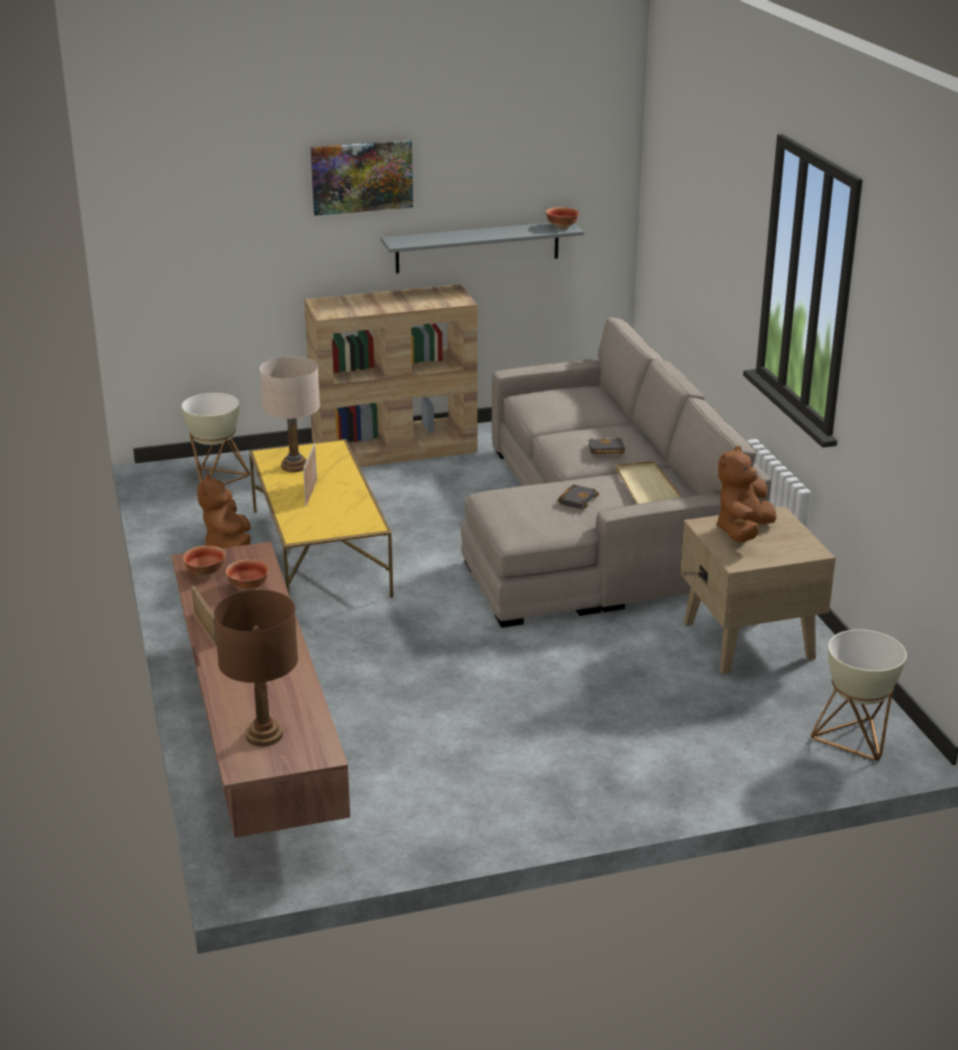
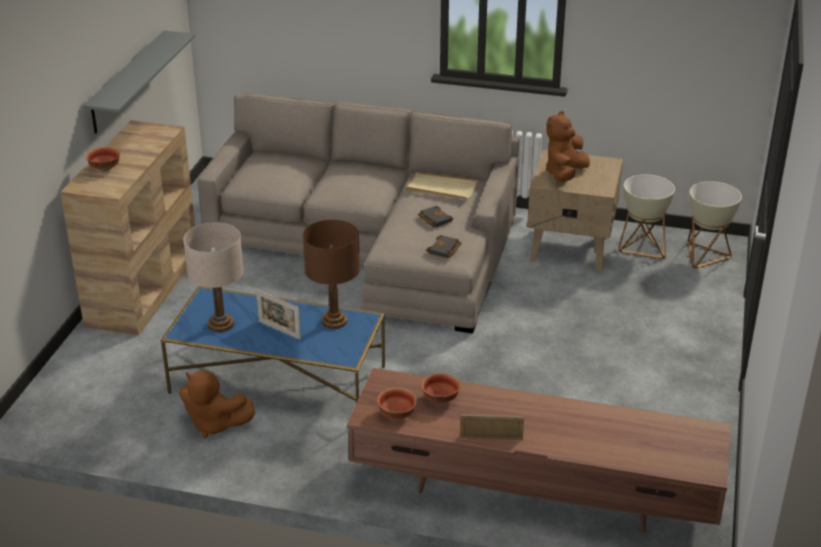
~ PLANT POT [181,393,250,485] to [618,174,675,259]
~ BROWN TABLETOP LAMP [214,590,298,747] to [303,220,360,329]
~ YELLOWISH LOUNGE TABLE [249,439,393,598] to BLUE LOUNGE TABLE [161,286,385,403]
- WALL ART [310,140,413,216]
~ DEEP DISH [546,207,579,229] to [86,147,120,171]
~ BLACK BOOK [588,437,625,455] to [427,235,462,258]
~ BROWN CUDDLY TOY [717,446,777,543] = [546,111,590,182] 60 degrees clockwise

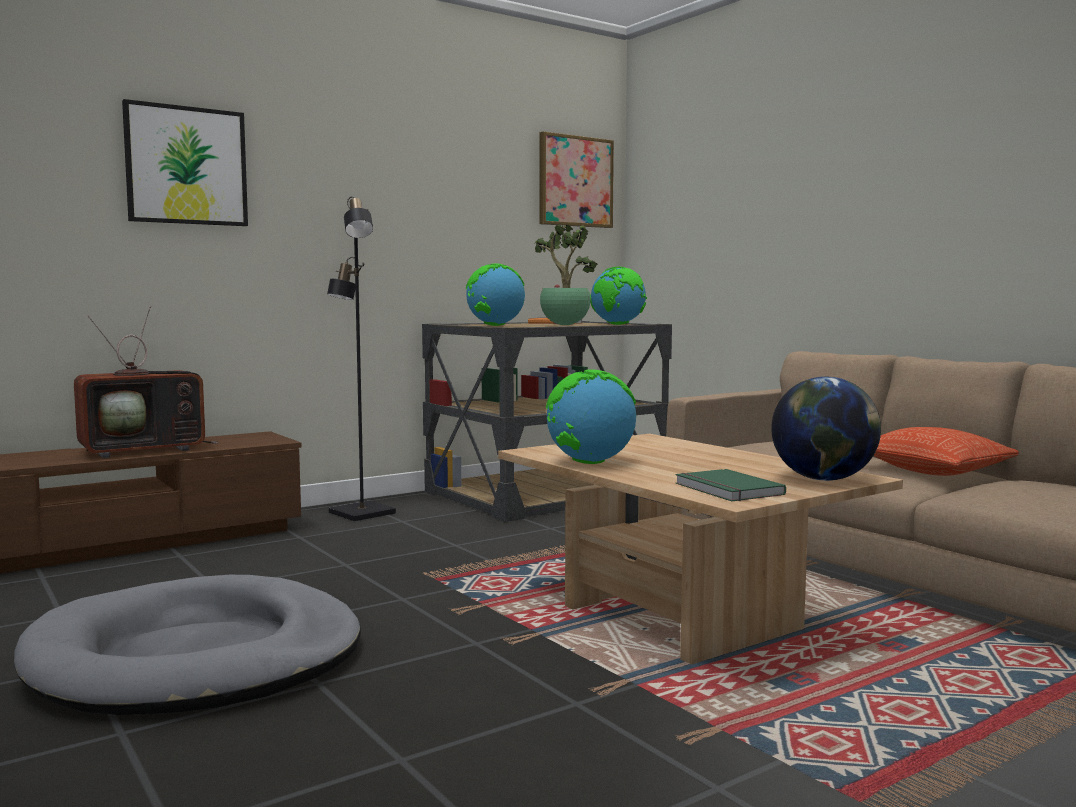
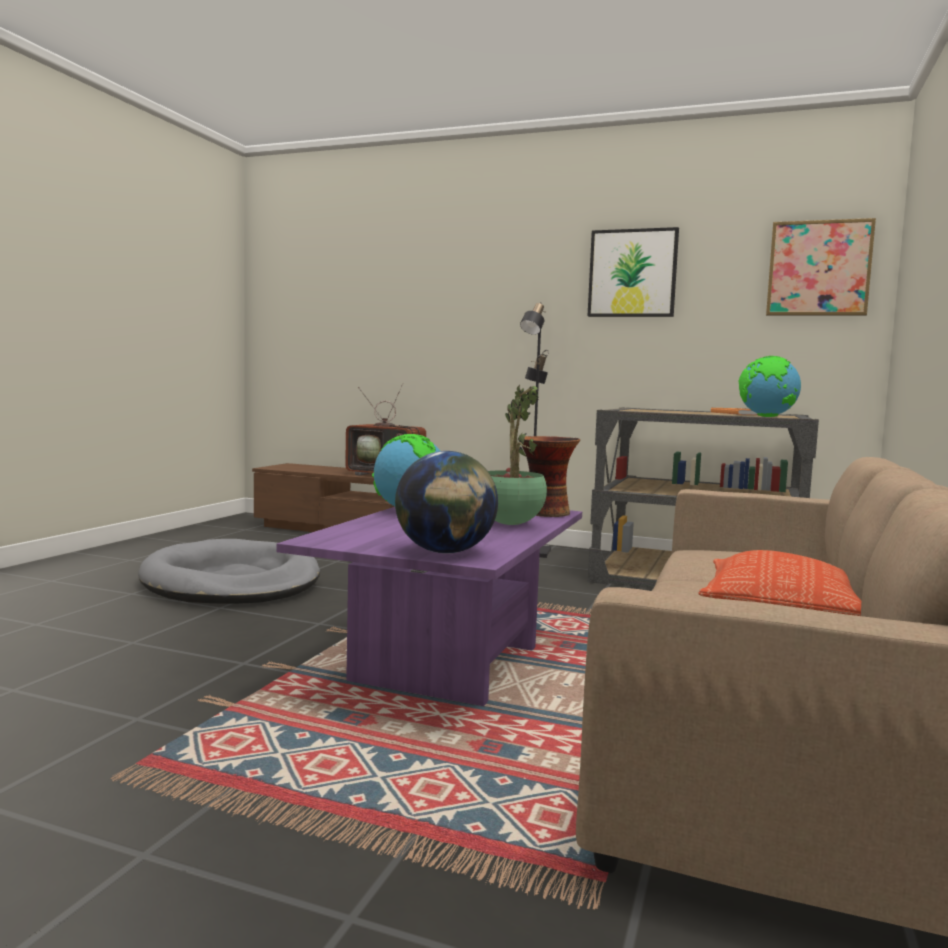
~ WALL ART [122,99,248,226] to [588,227,679,317]
- WORLD GLOBE [466,263,525,326]
~ SAND-COLOURED LOUNGE TABLE [498,434,903,664] to PURPLE LOUNGE TABLE [277,507,582,706]
~ POTTED PLANT [535,223,597,325] to [488,385,547,525]
- GREEN-COLOURED BOOK [675,469,786,501]
+ VASE [518,436,580,517]

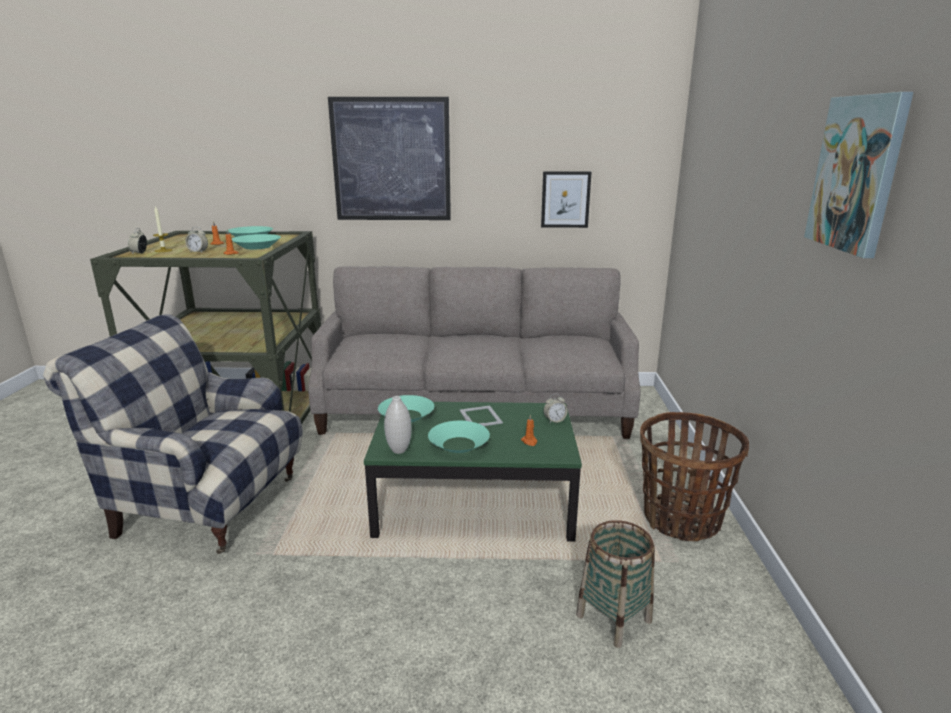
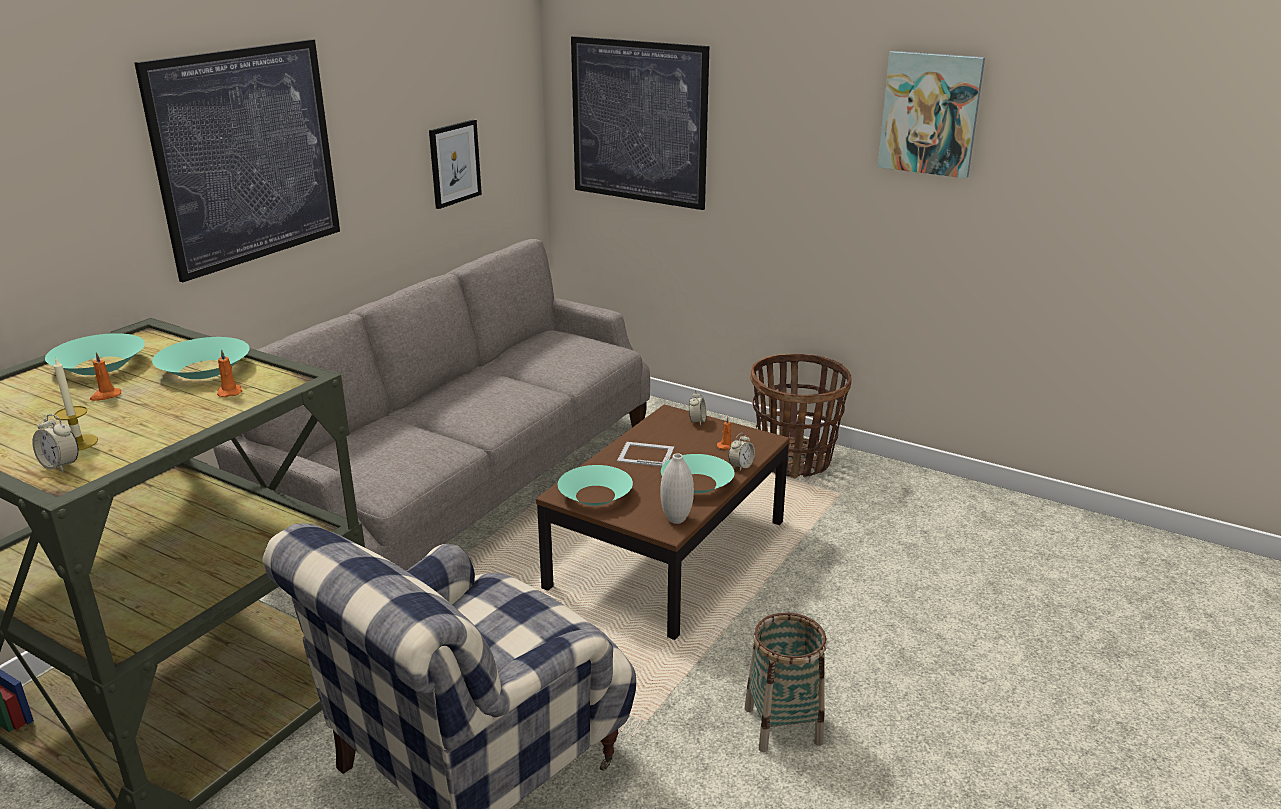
~ ALARM CLOCK [185,227,208,252] to [728,433,755,470]
~ GREEN-COLOURED LOUNGE TABLE [364,402,582,542] to BROWN LOUNGE TABLE [536,404,790,640]
~ STORAGE BASKET [576,520,655,648] to [745,613,827,752]
+ WALL ART [571,36,709,210]

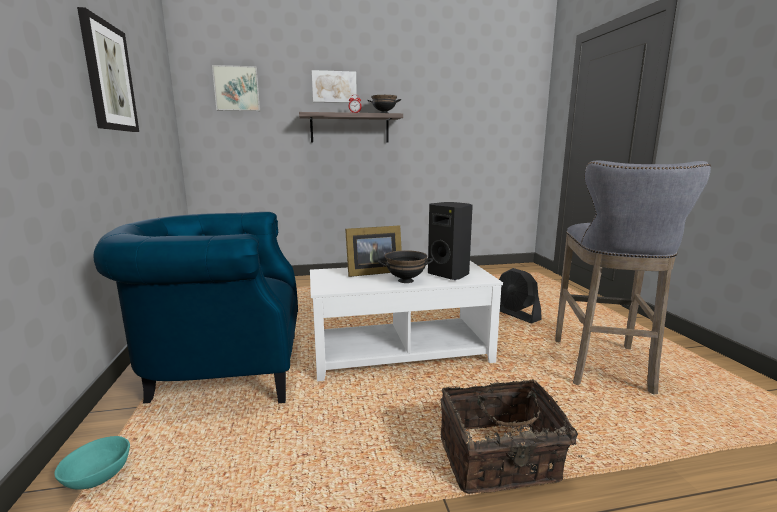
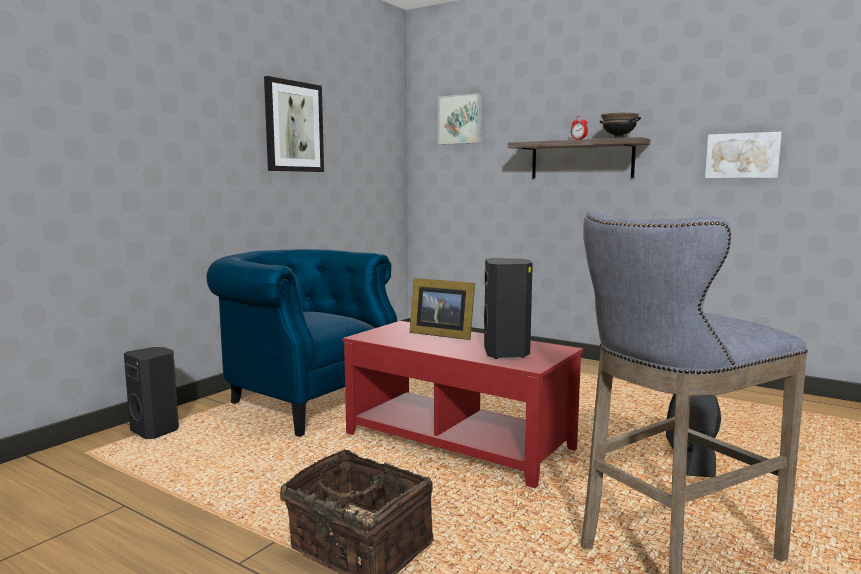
~ TURQUOISE DEEP DISH [54,436,130,490] to BLACK SPEAKER [124,347,179,439]
~ WHITE LOUNGE TABLE [310,261,503,381] to RED-COLOURED LOUNGE TABLE [343,321,583,488]
~ WALL ART [312,70,357,103] to [705,132,782,178]
- BLACK DEEP DISH [378,250,433,283]

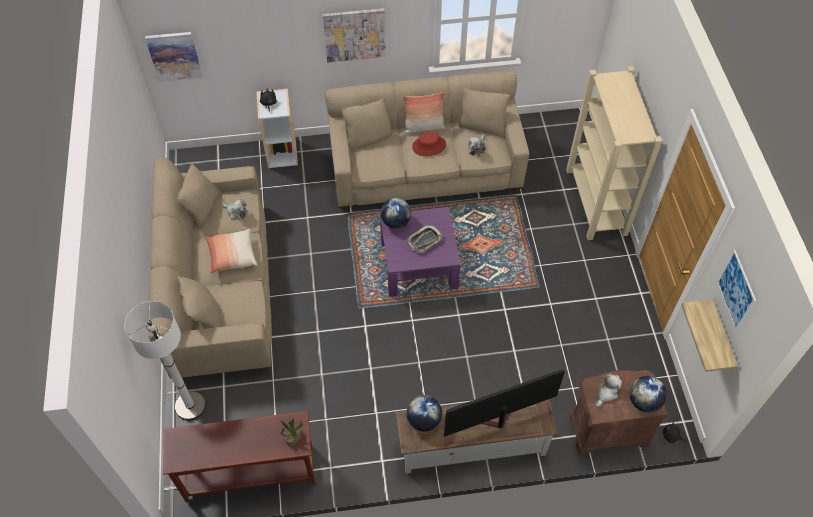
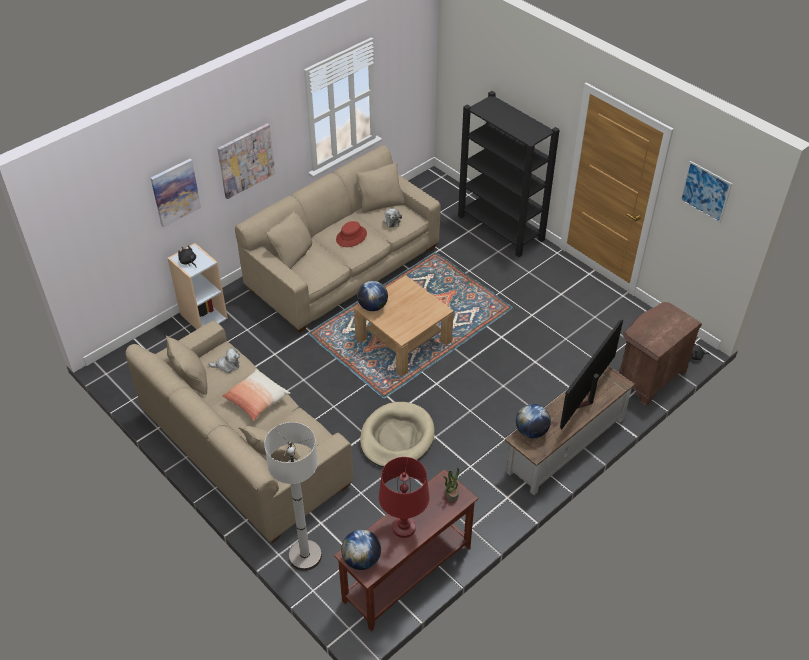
~ WALL ART [145,32,203,82] to [151,159,201,228]
~ PURPLE LOUNGE TABLE [380,207,461,297] to BROWN LOUNGE TABLE [354,275,454,376]
- CUSHION [403,92,445,134]
- SERVING TRAY [406,224,443,253]
~ SAND-COLOURED BOOKSHELF [566,66,662,240] to BLACK BOOKSHELF [458,91,560,257]
- CUDDLY TOY [596,373,622,407]
~ WORLD GLOBE [629,376,667,412] to [341,529,381,570]
- SHELF [681,299,738,372]
+ SAND-COLOURED DOG BED [360,402,435,468]
+ RED-COLOURED TABLETOP LAMP [379,457,430,538]

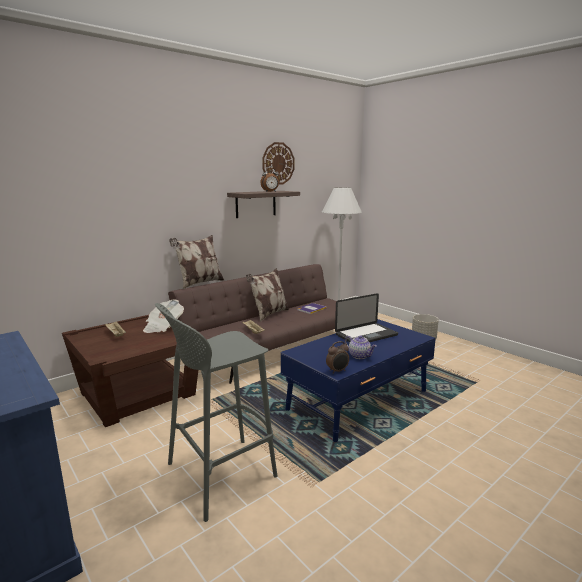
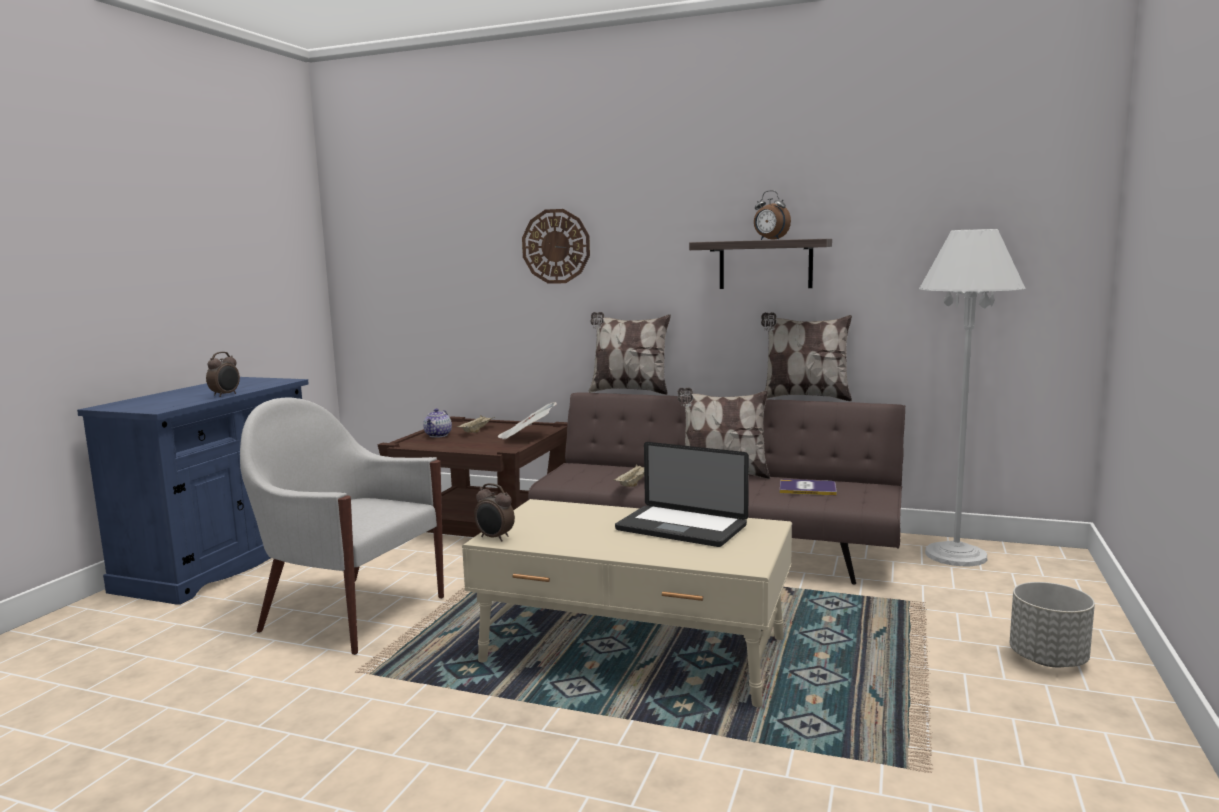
~ GRAY SITTING STOOL [155,303,278,522] to WHITE EASY CHAIR [240,398,444,655]
~ HANGING CLOCK [262,142,295,184] to [522,209,590,284]
~ BLUE LOUNGE TABLE [280,319,436,442] to SAND-COLOURED LOUNGE TABLE [462,499,792,707]
~ TEA POT [344,336,377,359] to [423,408,452,438]
+ ALARM CLOCK [206,352,240,397]
+ CUSHION [761,312,852,401]

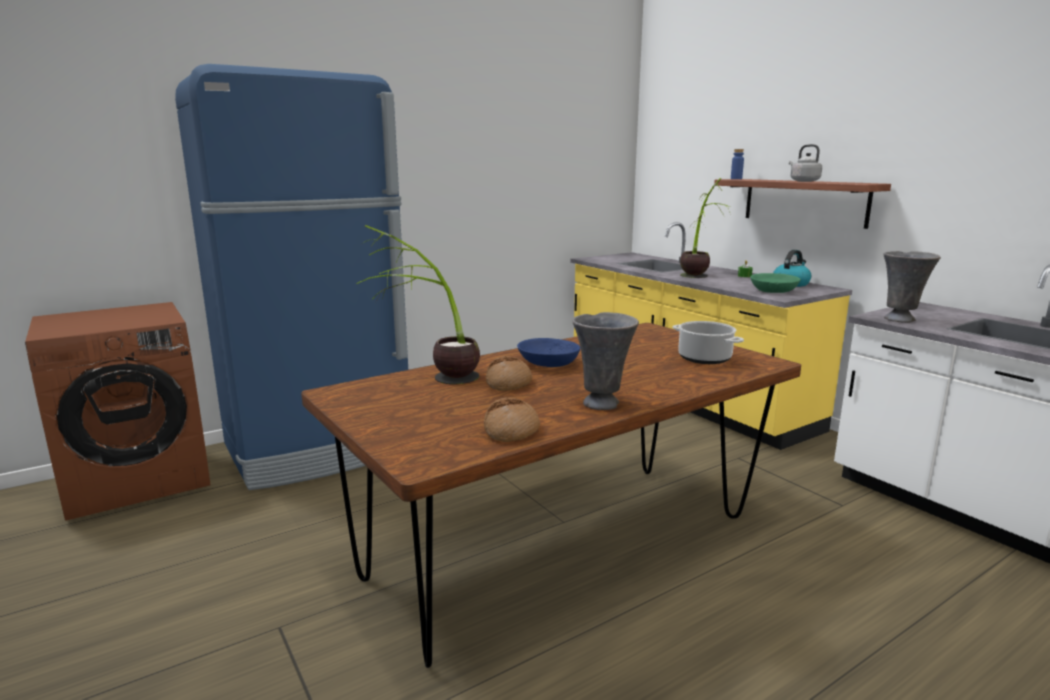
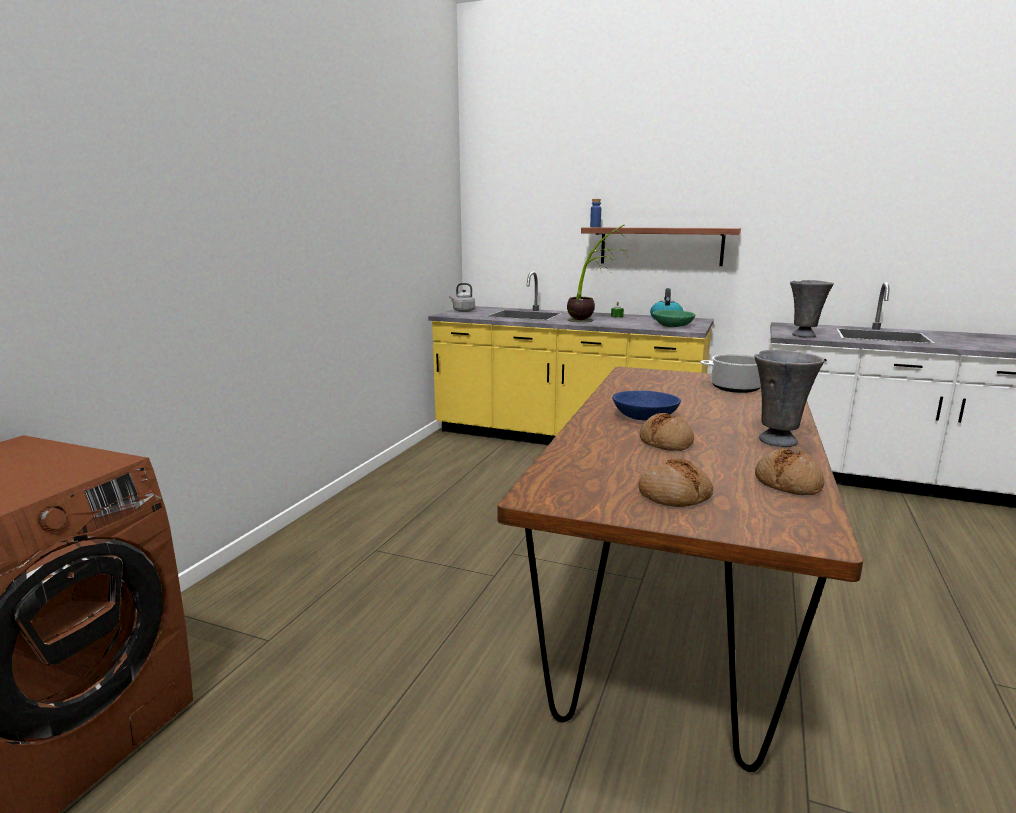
- BLUE REFRIGERATOR [175,64,408,490]
- POTTED PLANT [356,225,480,384]
~ GRAY KETTLE [789,144,822,182] to [449,283,475,312]
+ BREAD [638,458,713,507]

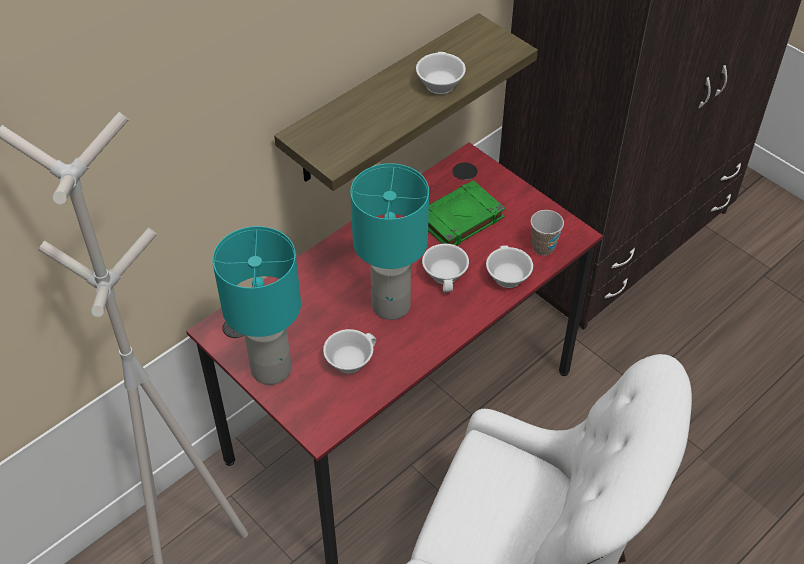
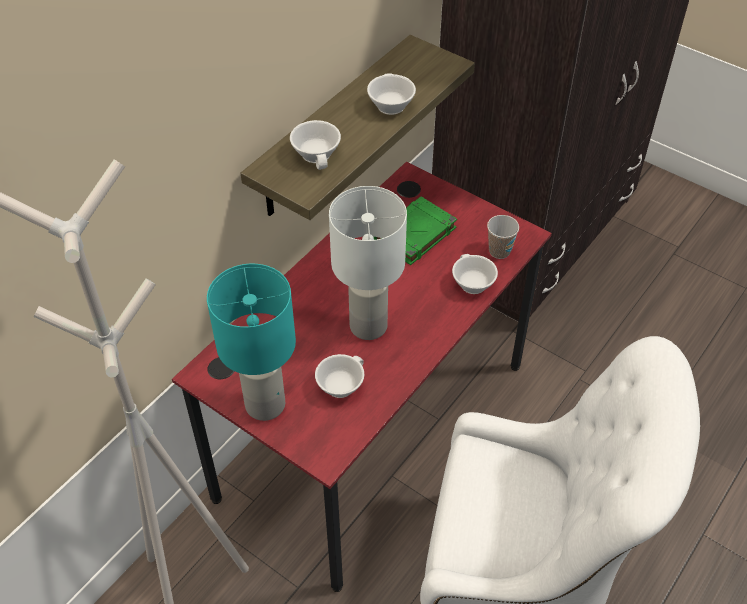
~ TURQUOISE TABLETOP LAMP [350,163,429,320] to WHITE TABLETOP LAMP [329,186,407,340]
~ WHITE SMALL CUP [422,244,469,293] to [290,120,341,170]

